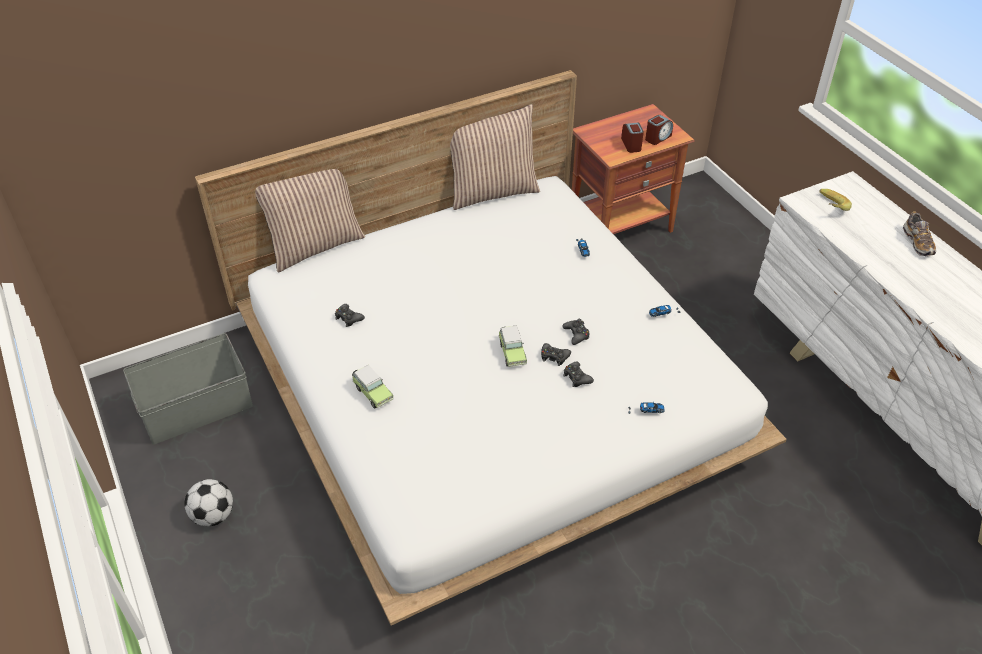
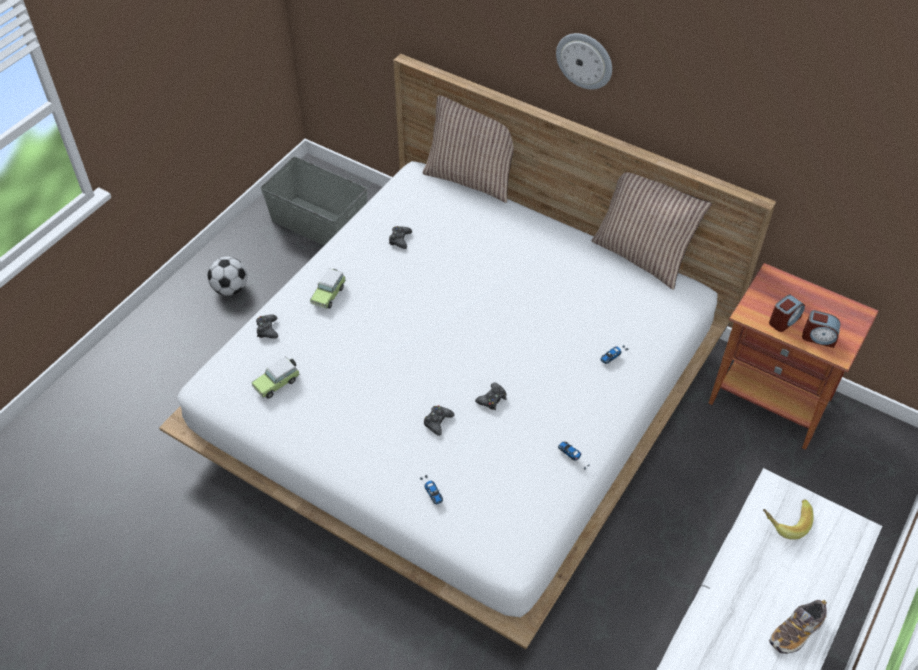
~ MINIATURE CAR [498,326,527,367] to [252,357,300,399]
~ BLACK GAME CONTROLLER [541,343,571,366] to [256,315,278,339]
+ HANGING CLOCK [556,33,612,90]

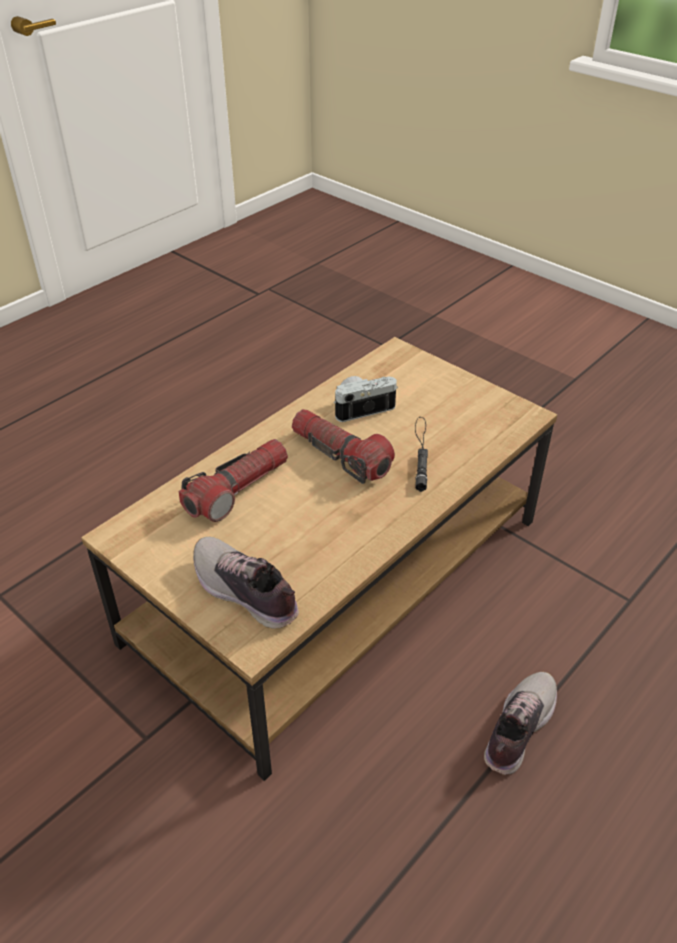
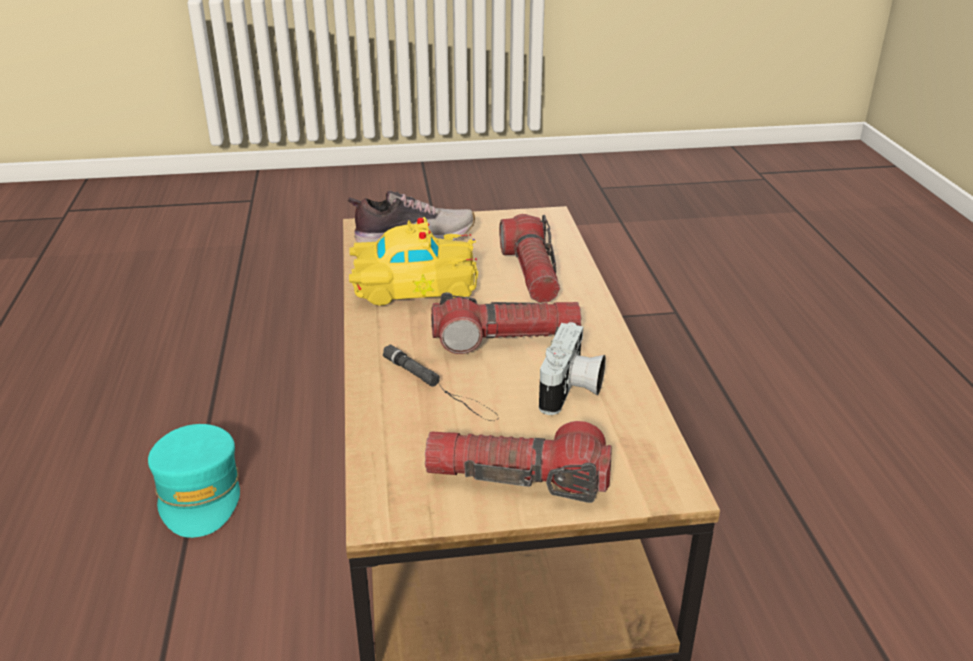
~ ITEM OF FOOTWEAR [484,672,557,775] to TURQUOISE PEAKED CAP [148,424,240,538]
+ YELLOWISH MINIATURE CAR [349,217,478,306]
+ FLASHLIGHT [425,421,612,503]

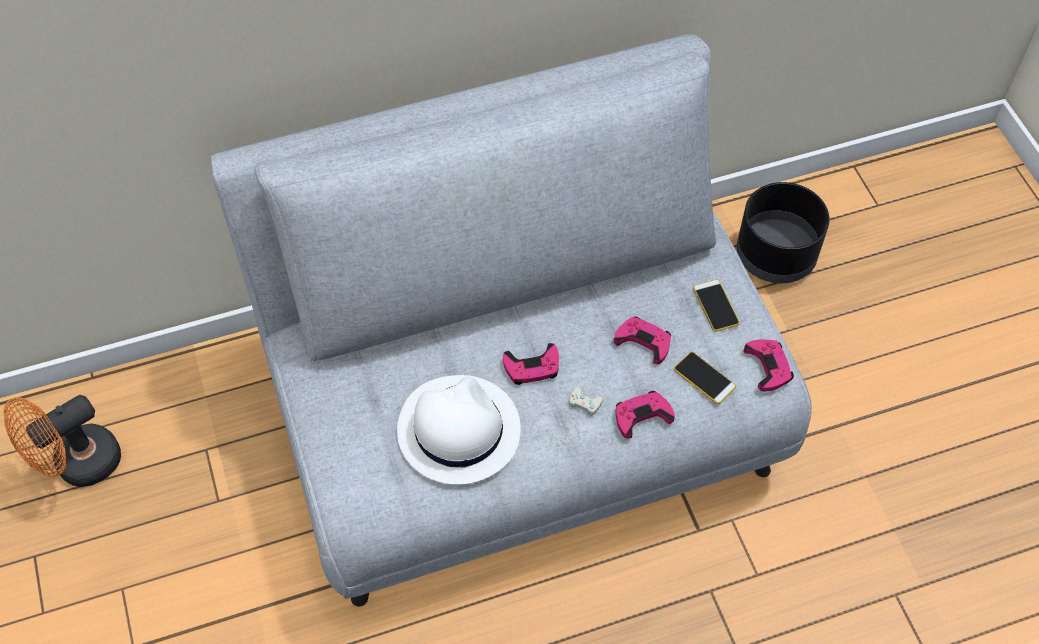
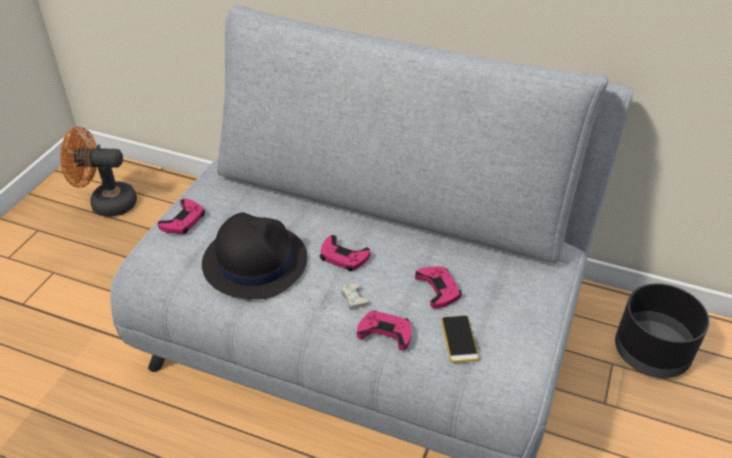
~ WHITE WEARABLE HAT [397,375,521,485] to BLACK WEARABLE HAT [202,212,308,299]
- PHONE [693,279,740,332]
~ PINKISH GAME CONTROLLER [744,340,794,392] to [158,199,205,234]

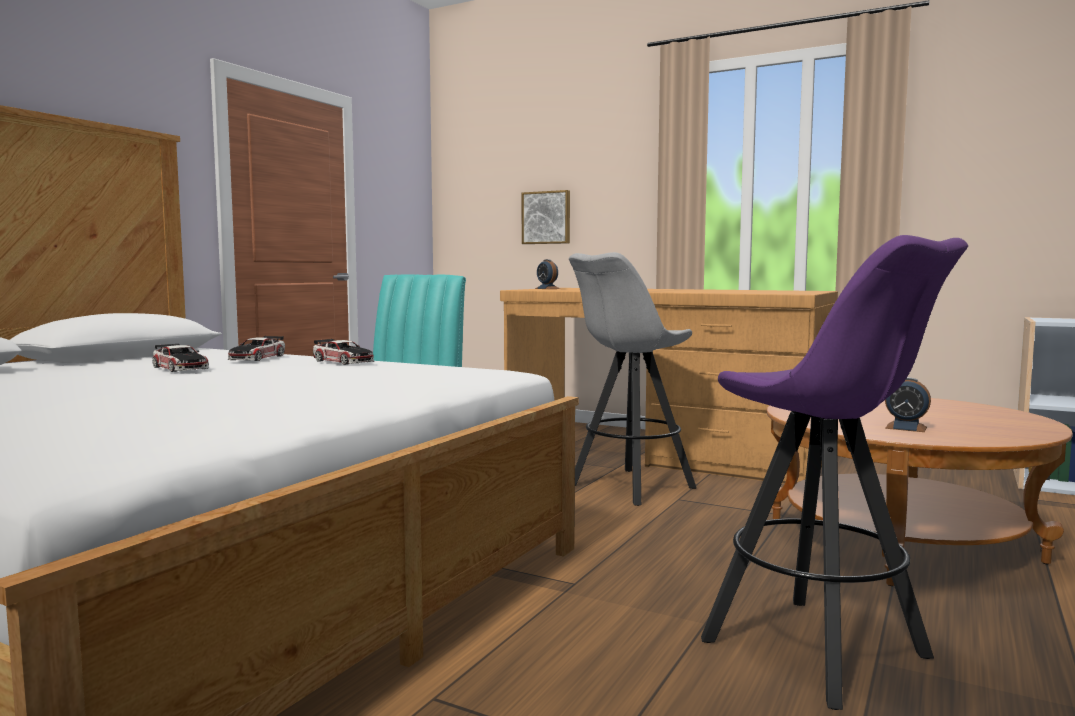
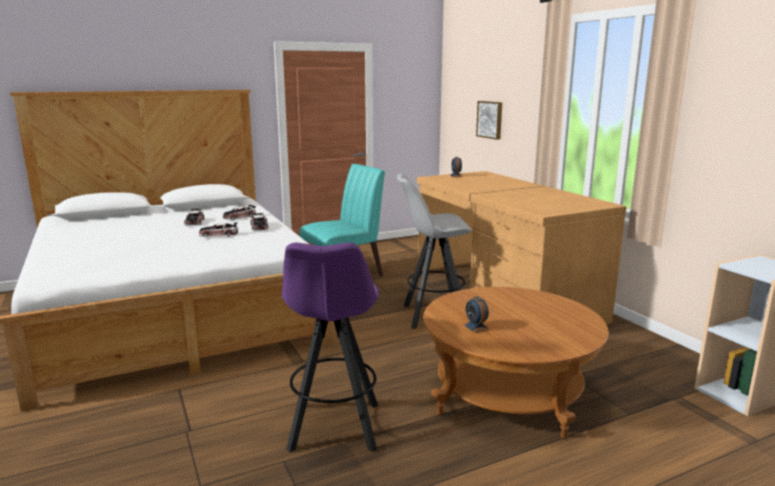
+ MINIATURE CAR [199,222,238,237]

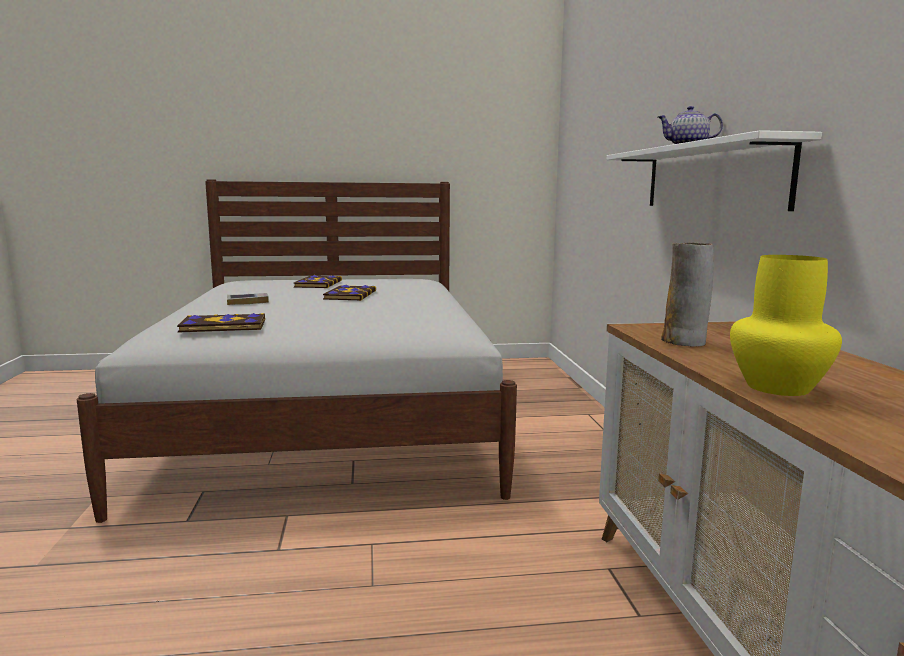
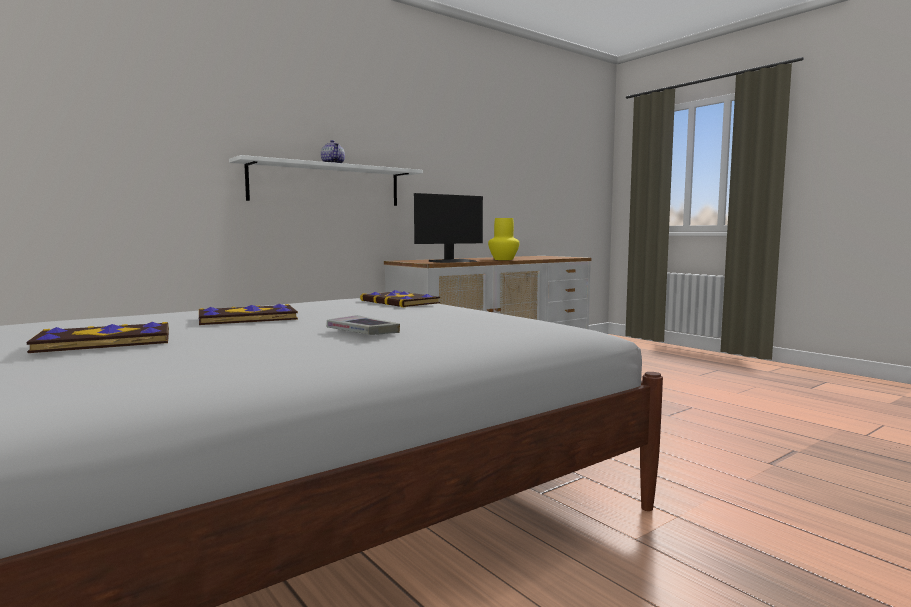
~ BOOK [177,313,265,333] to [360,290,440,307]
~ VASE [661,242,714,347] to COMPUTER SCREEN [414,193,483,263]

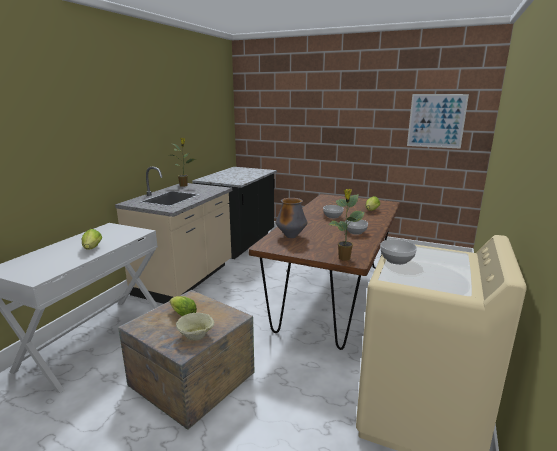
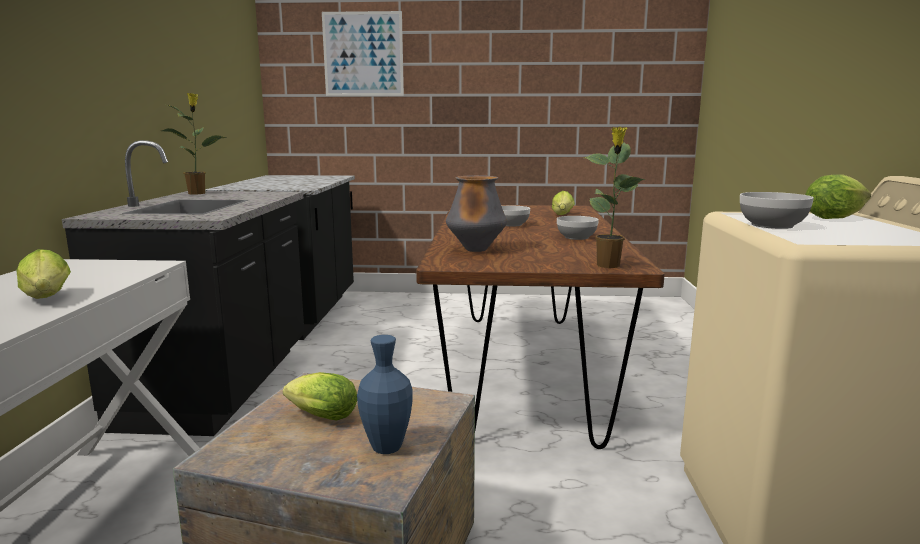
~ SAND-COLOURED COUNTER [115,167,232,304] to BLACK COUNTER [62,140,304,436]
~ SAND-COLOURED DEEP DISH [176,313,214,340] to BLUE VASE [357,335,413,454]
~ WALL ART [407,94,469,149] to [322,11,404,96]
+ HEAD OF LETTUCE [805,174,871,219]

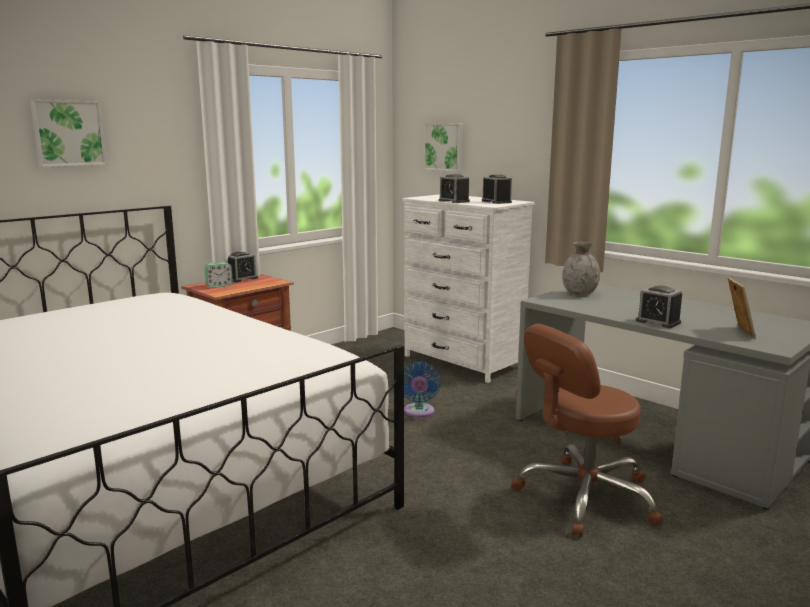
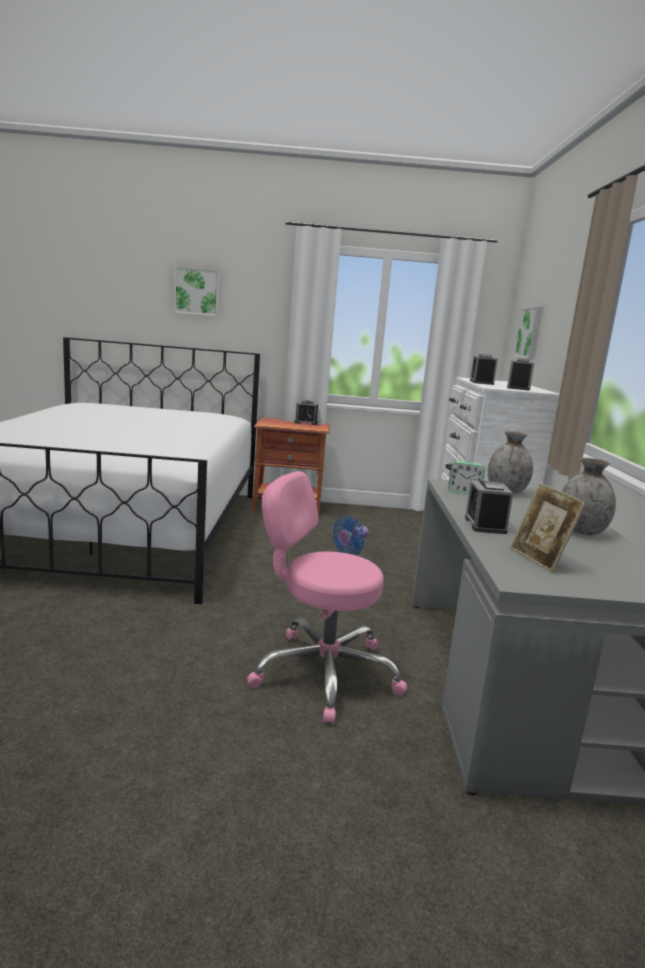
~ ALARM CLOCK [204,262,233,288] to [448,460,485,494]
~ BROWN DESK CHAIR [511,324,663,537] to PINKISH DESK CHAIR [247,471,407,724]
~ PICTURE FRAME [728,277,757,339] = [510,483,586,573] 105 degrees clockwise
+ GRAY VASE [561,458,616,535]

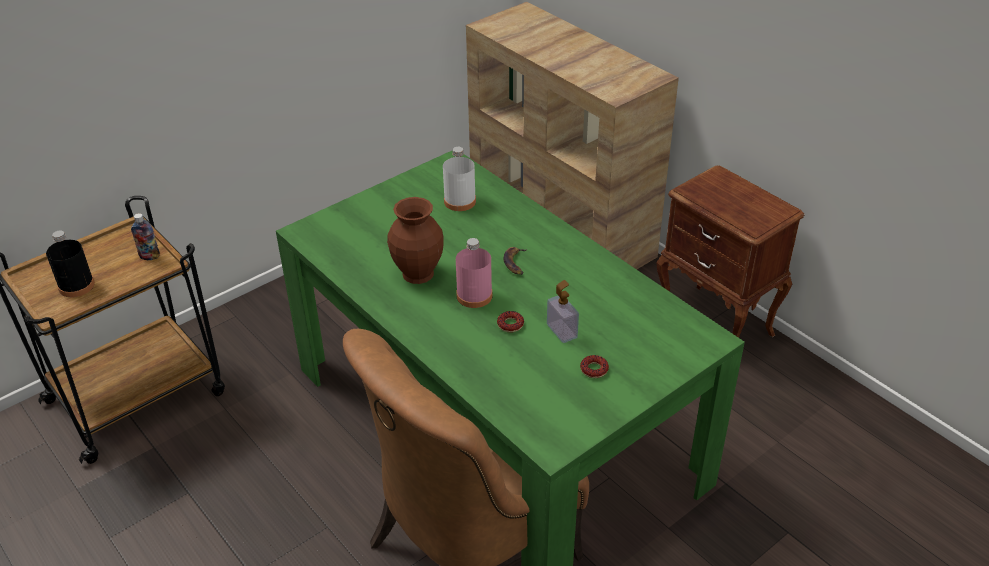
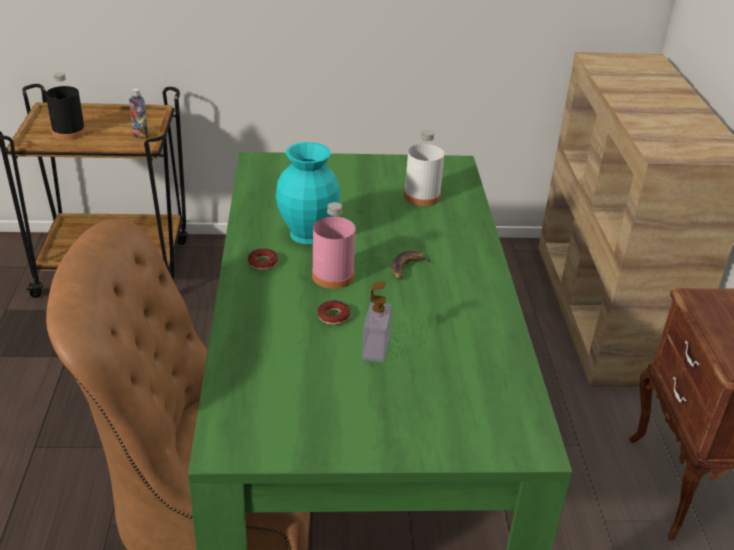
~ BROWN VASE [387,197,444,284] to TURQUOISE VASE [276,142,340,244]
~ RING DOUGHNUT [580,355,609,378] to [248,249,278,270]

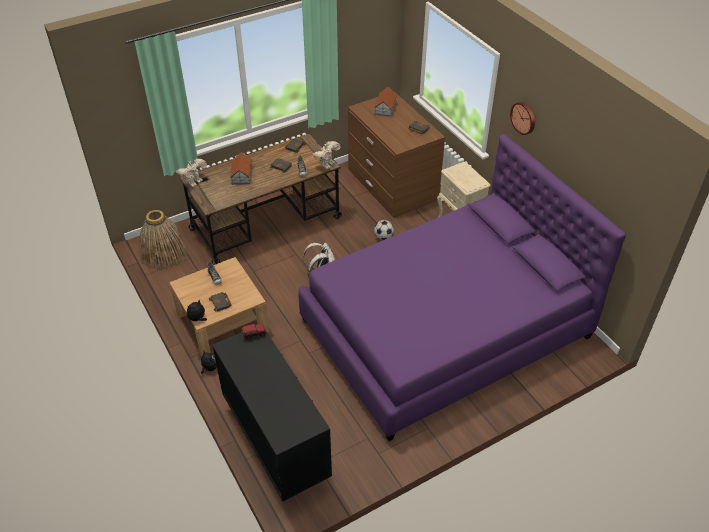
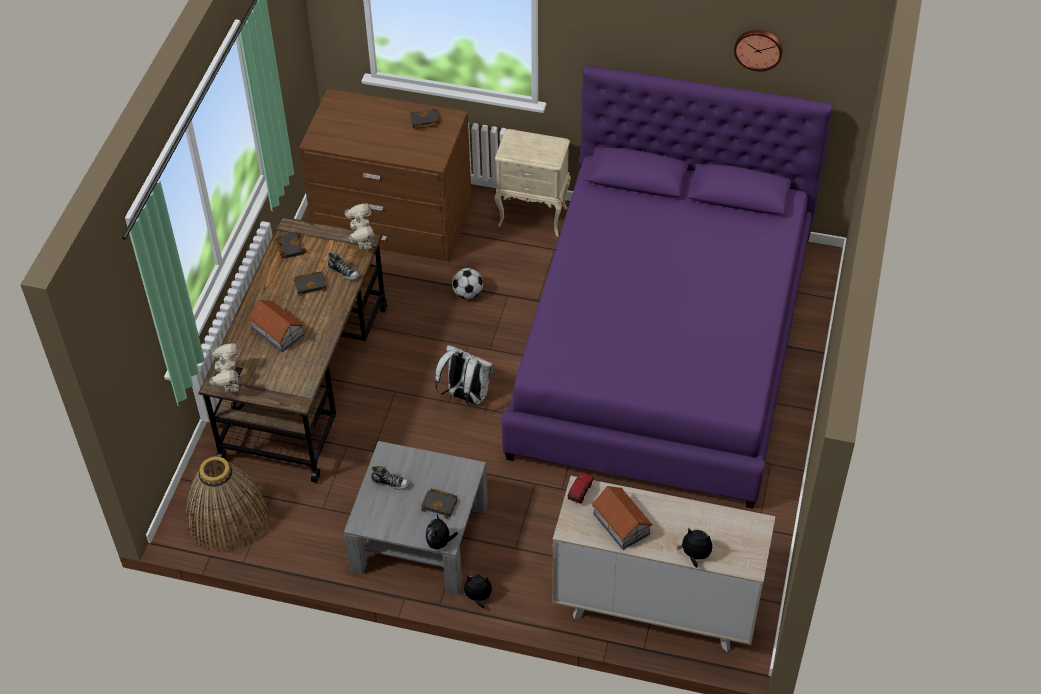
~ BROWN LOUNGE TABLE [169,257,269,357] to GRAY LOUNGE TABLE [344,441,488,595]
~ BLACK DRESSER [212,328,332,501] to WHITE DRESSER [552,476,775,652]
~ TOY HOUSE [374,87,397,117] to [592,486,653,550]
~ HANGING CLOCK [510,102,535,135] to [734,30,783,71]
+ CUDDLY TOY [677,528,712,568]

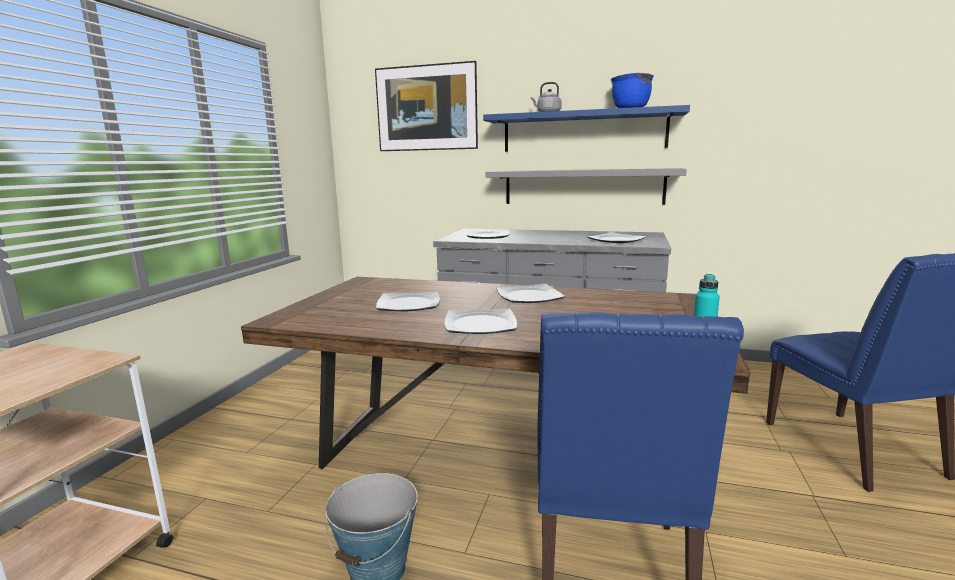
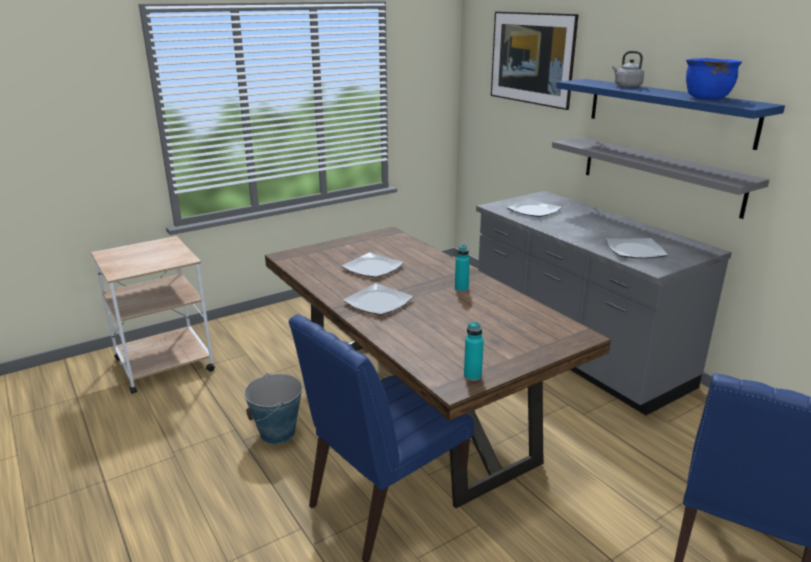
~ PLATE [497,284,565,303] to TURQUOISE DRINK BOTTLE [455,245,470,292]

